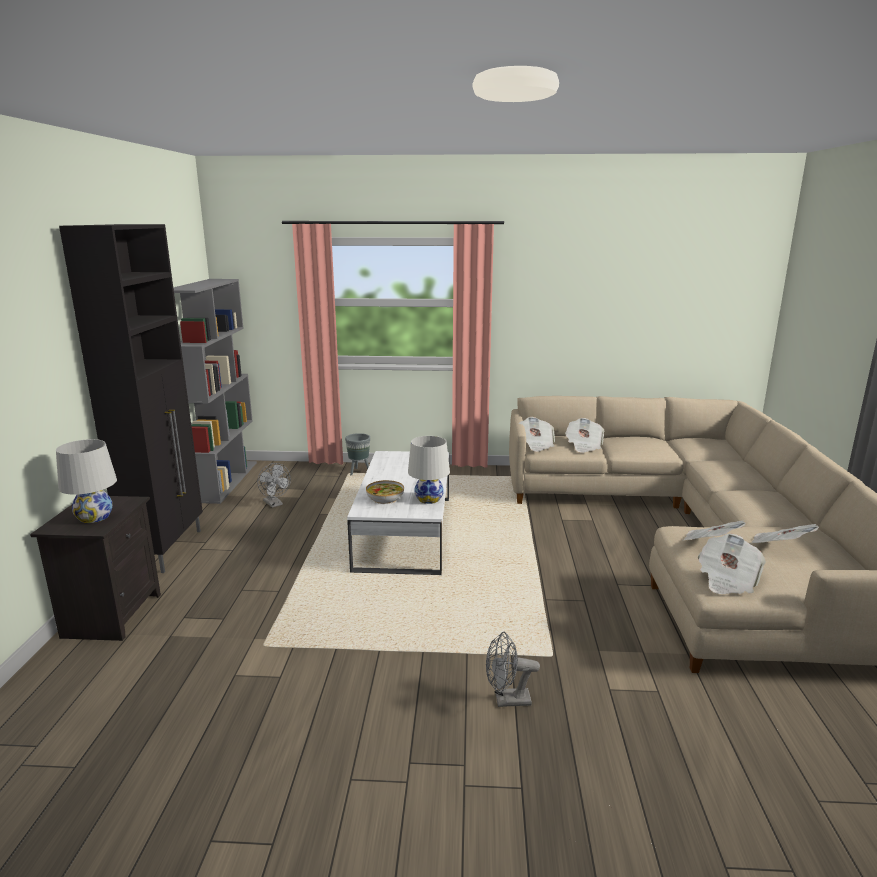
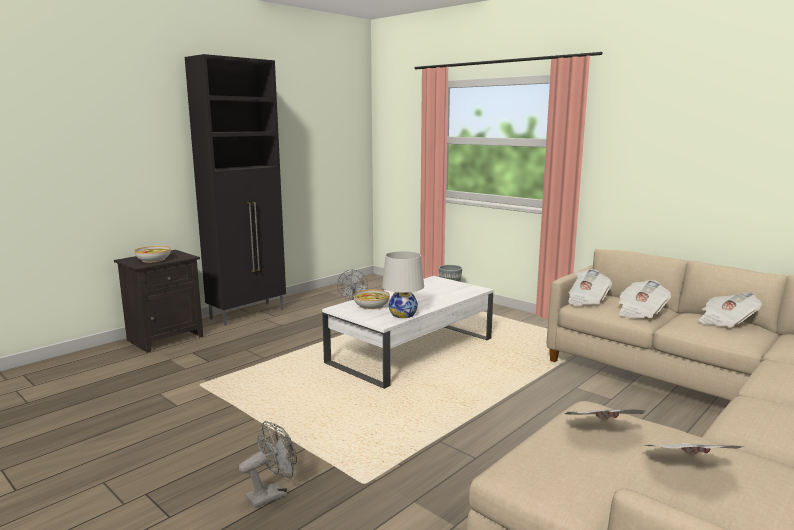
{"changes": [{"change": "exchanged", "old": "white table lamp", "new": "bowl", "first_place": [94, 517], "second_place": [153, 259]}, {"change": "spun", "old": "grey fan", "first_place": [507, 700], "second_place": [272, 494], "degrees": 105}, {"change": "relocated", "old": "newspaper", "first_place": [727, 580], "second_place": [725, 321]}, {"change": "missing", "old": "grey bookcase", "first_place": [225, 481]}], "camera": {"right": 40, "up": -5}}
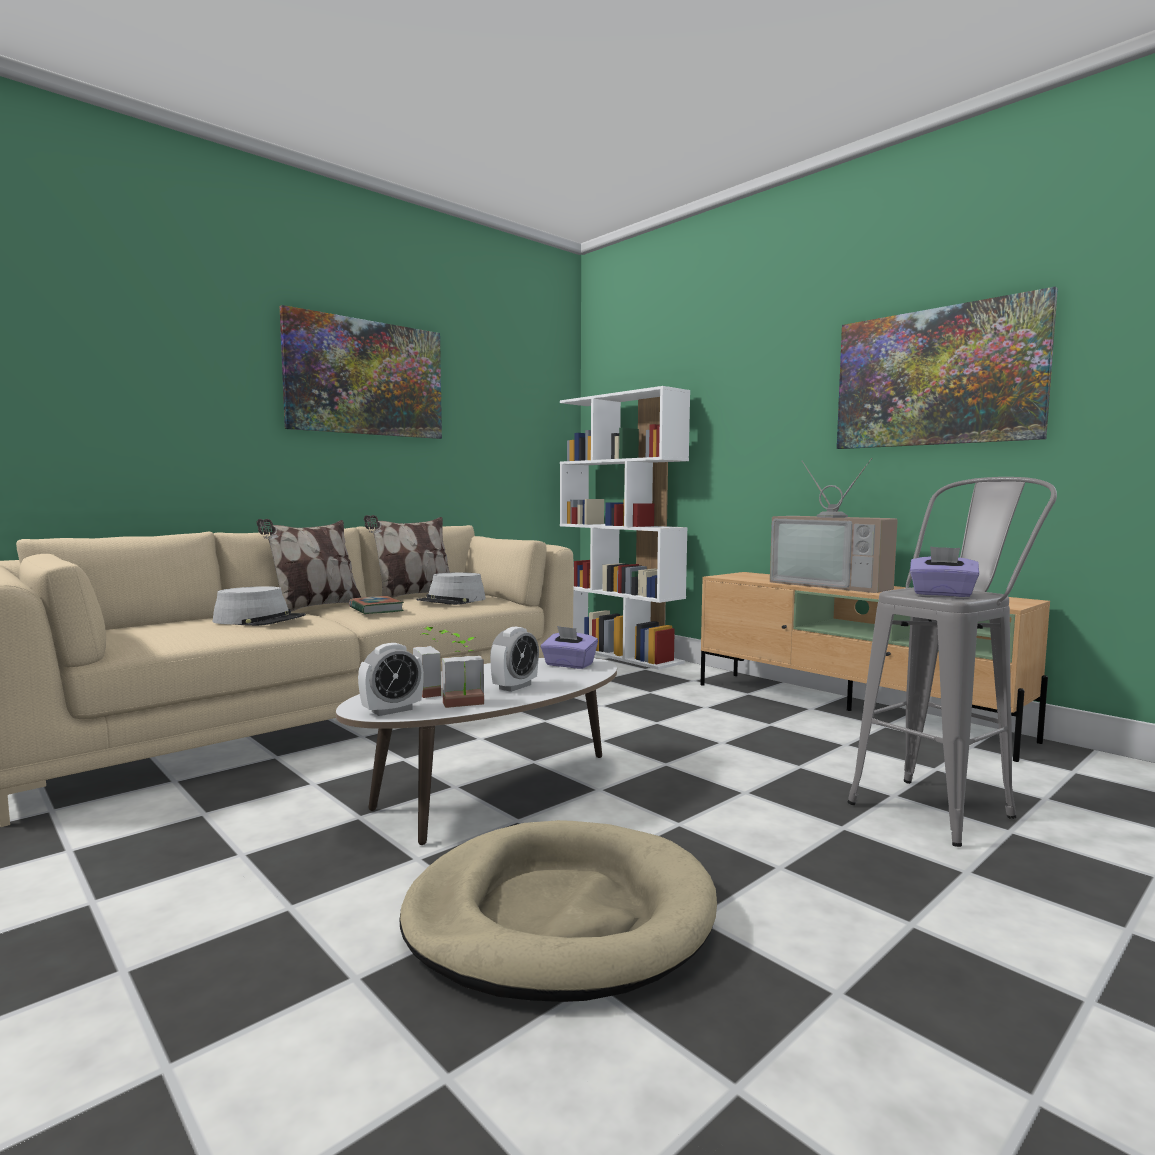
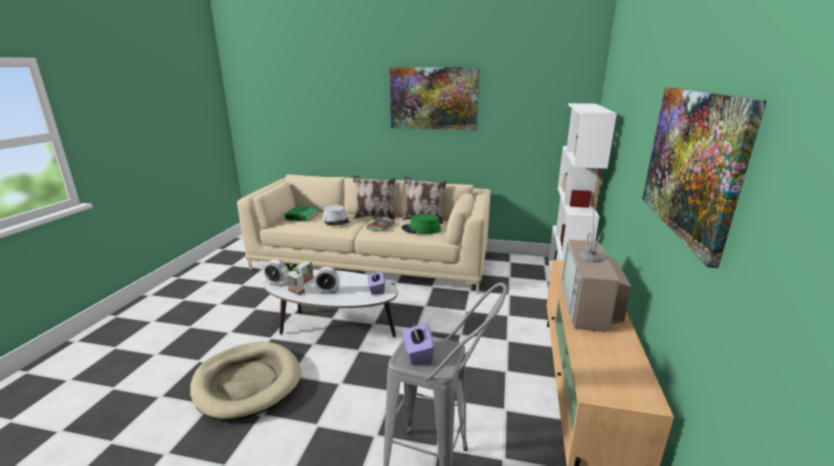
{"changes": [{"change": "appeared", "new": "book", "second_place": [302, 216]}, {"change": "colour", "old": "grey hat", "new": "green hat", "first_place": [452, 601], "second_place": [421, 229]}], "camera": {"right": 55, "up": 15}}
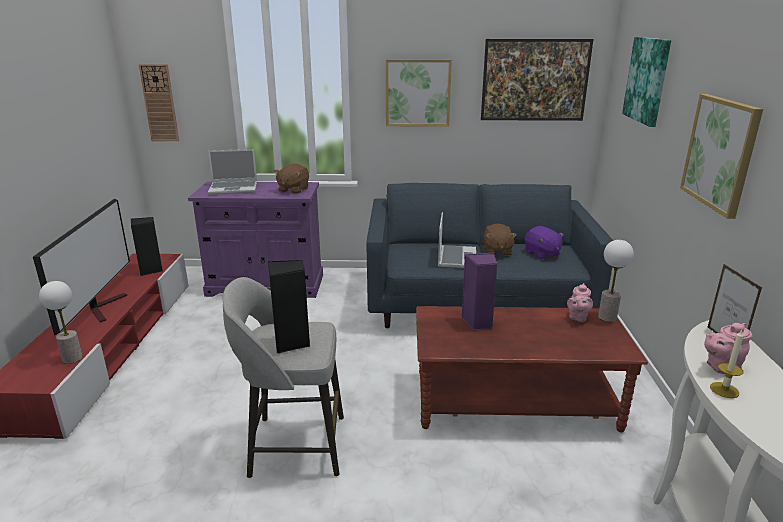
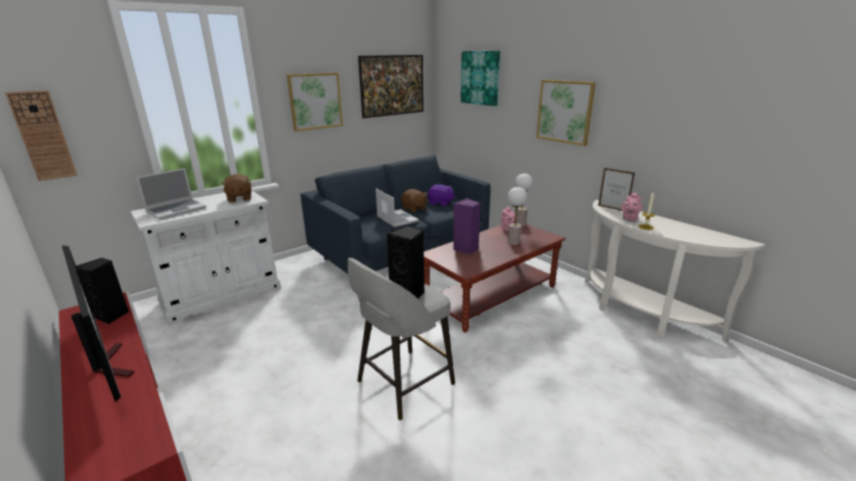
{"changes": [{"change": "colour", "old": "purple cabinet", "new": "white cabinet", "first_place": [265, 285], "second_place": [221, 296]}, {"change": "relocated", "old": "table lamp", "first_place": [72, 358], "second_place": [513, 242]}], "camera": {"right": -40, "up": 0}}
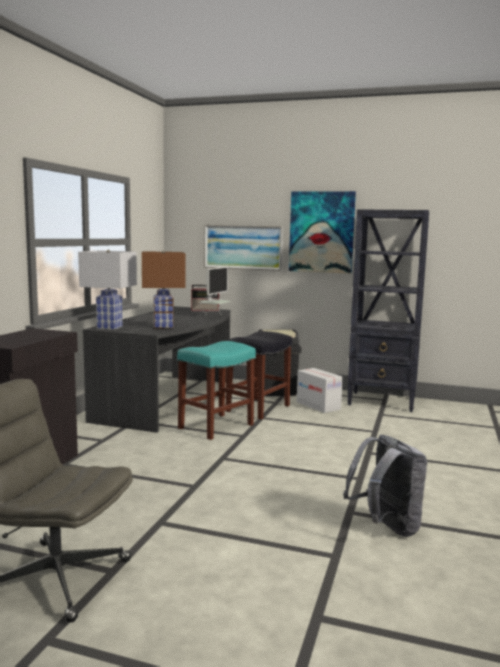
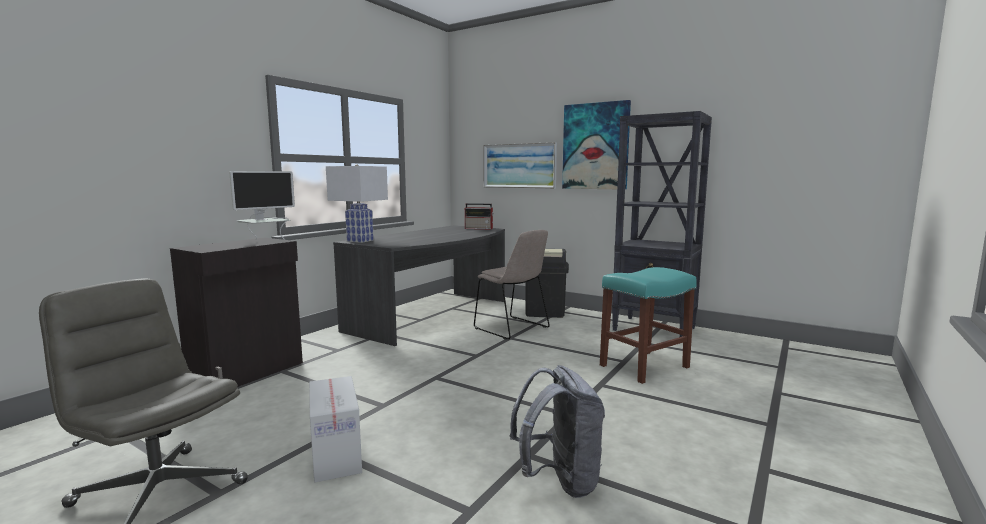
{"changes": [{"change": "relocated", "old": "monitor", "first_place": [214, 317], "second_place": [266, 242]}, {"change": "relocated", "old": "cardboard box", "first_place": [318, 405], "second_place": [336, 455]}, {"change": "exchanged", "old": "black stool", "new": "beige chair", "first_place": [258, 408], "second_place": [513, 328]}, {"change": "relocated", "old": "turquoise stool", "first_place": [216, 426], "second_place": [644, 366]}, {"change": "missing", "old": "brown table lamp", "first_place": [162, 326]}], "camera": {"right": 15, "up": 0}}
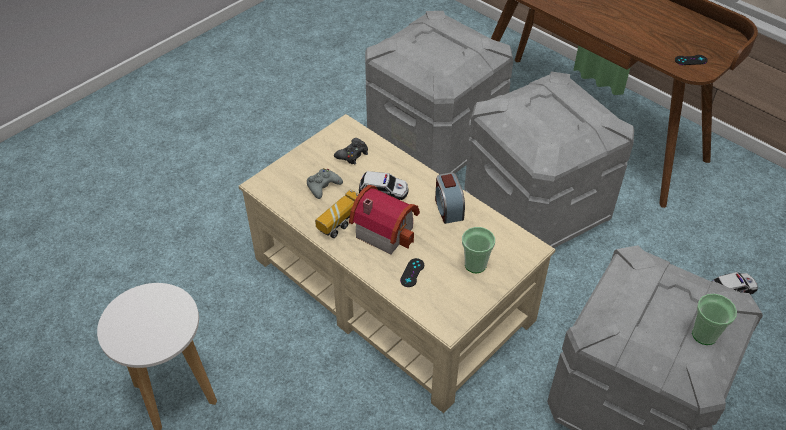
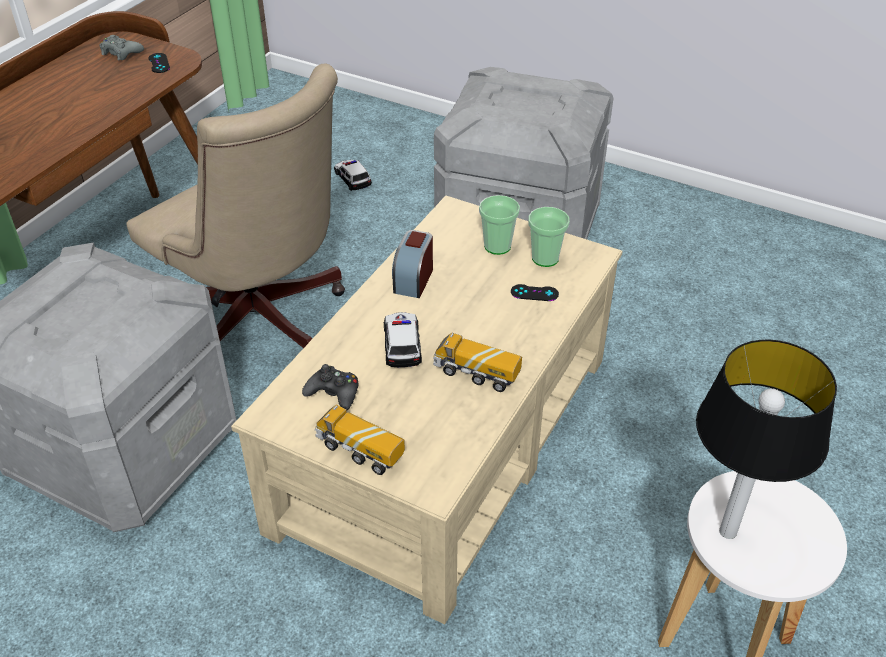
{"changes": [{"change": "relocated", "old": "grey game controller", "first_place": [323, 186], "second_place": [121, 53]}, {"change": "exchanged", "old": "grey storage box", "new": "beige office chair", "first_place": [535, 207], "second_place": [261, 325]}, {"change": "appeared", "new": "toy truck", "second_place": [360, 451]}, {"change": "spun", "old": "alarm clock", "first_place": [448, 208], "second_place": [413, 280], "degrees": 135}, {"change": "relocated", "old": "cup", "first_place": [704, 334], "second_place": [545, 258]}, {"change": "appeared", "new": "table lamp", "second_place": [729, 532]}, {"change": "missing", "old": "toy house", "first_place": [385, 229]}], "camera": {"right": -105, "up": -5}}
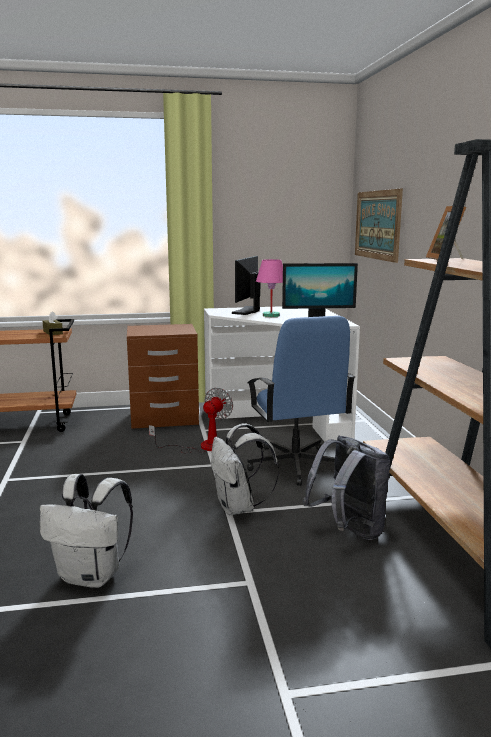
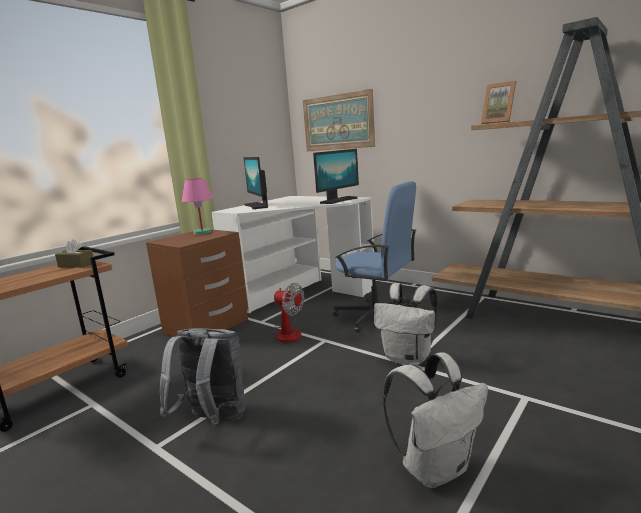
{"changes": [{"change": "relocated", "old": "grey backpack", "first_place": [348, 531], "second_place": [213, 420]}, {"change": "relocated", "old": "pink table lamp", "first_place": [270, 315], "second_place": [202, 232]}, {"change": "spun", "old": "fan", "first_place": [203, 447], "second_place": [288, 332], "degrees": 135}], "camera": {"right": -40, "up": 0}}
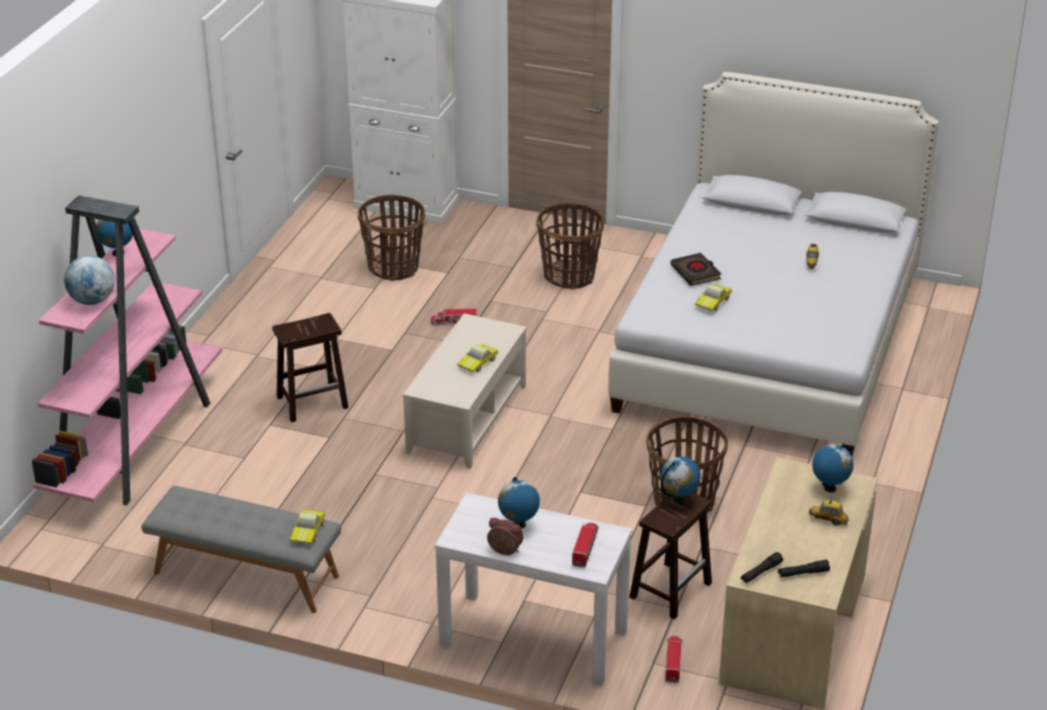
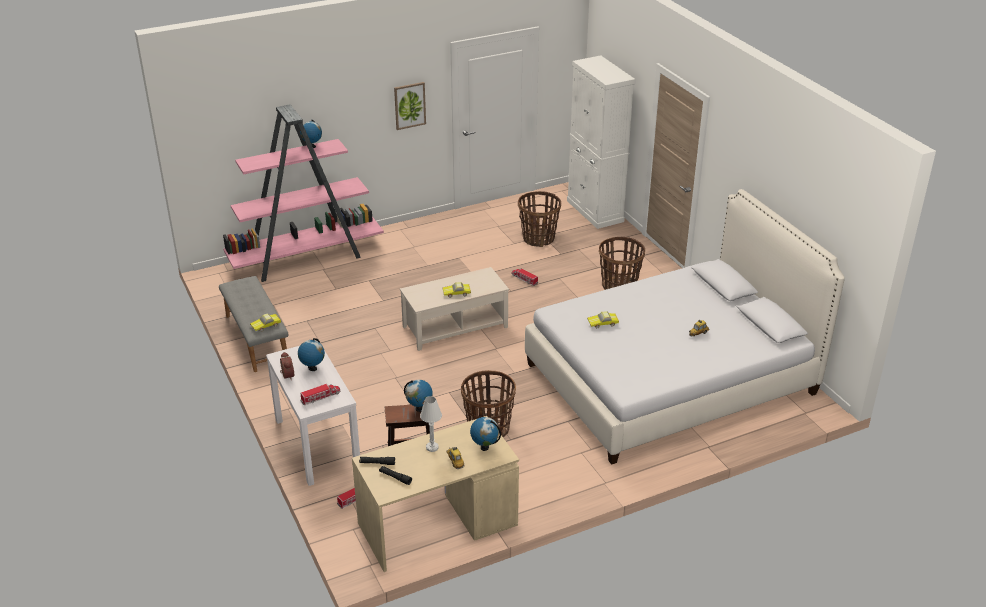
{"changes": [{"change": "appeared", "new": "picture", "second_place": [409, 105]}, {"change": "appeared", "new": "white table lamp", "second_place": [432, 447]}, {"change": "missing", "old": "globe", "first_place": [92, 301]}, {"change": "missing", "old": "brown stool", "first_place": [313, 402]}, {"change": "missing", "old": "black book", "first_place": [695, 272]}], "camera": {"right": 45, "up": 0}}
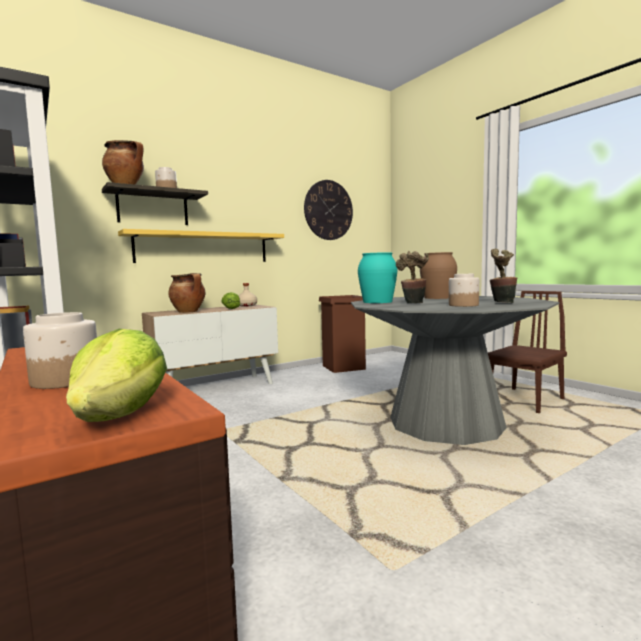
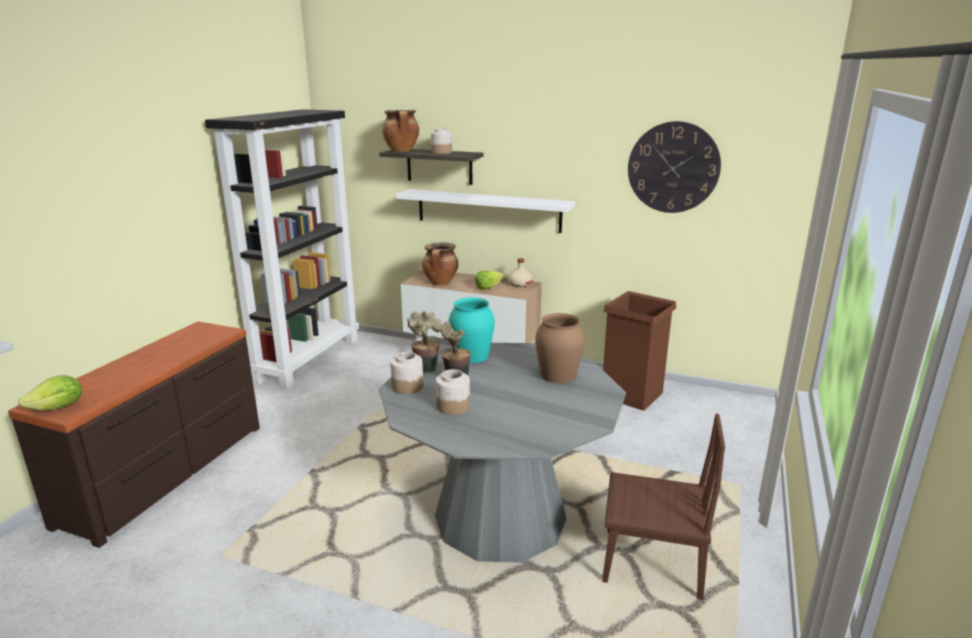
{"changes": [{"change": "relocated", "old": "jar", "first_place": [65, 380], "second_place": [407, 386]}, {"change": "colour", "old": "yellow shelf", "new": "white shelf", "first_place": [204, 248], "second_place": [488, 210]}, {"change": "relocated", "old": "potted plant", "first_place": [501, 303], "second_place": [426, 368]}], "camera": {"right": 55, "up": 15}}
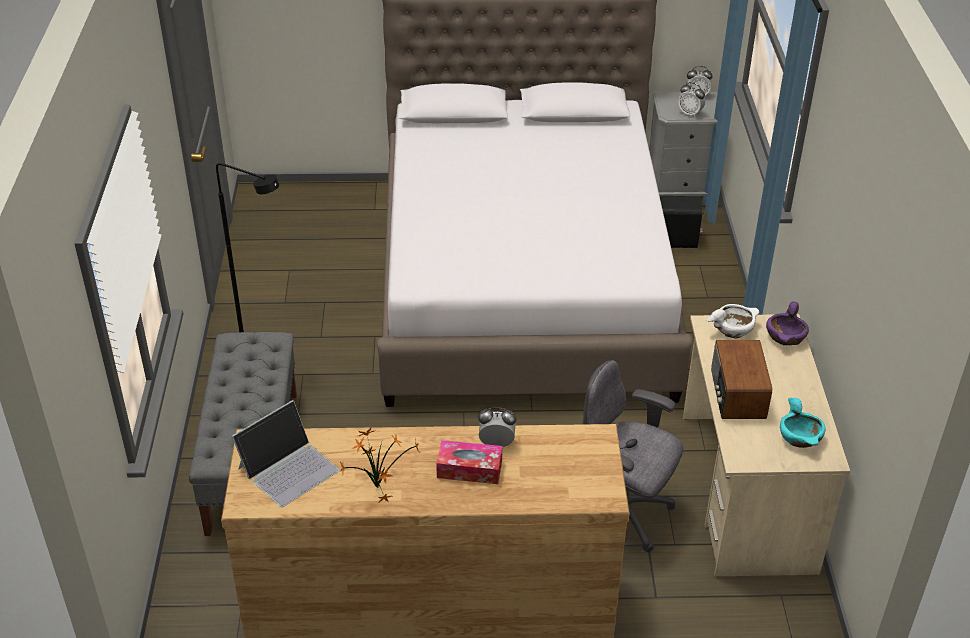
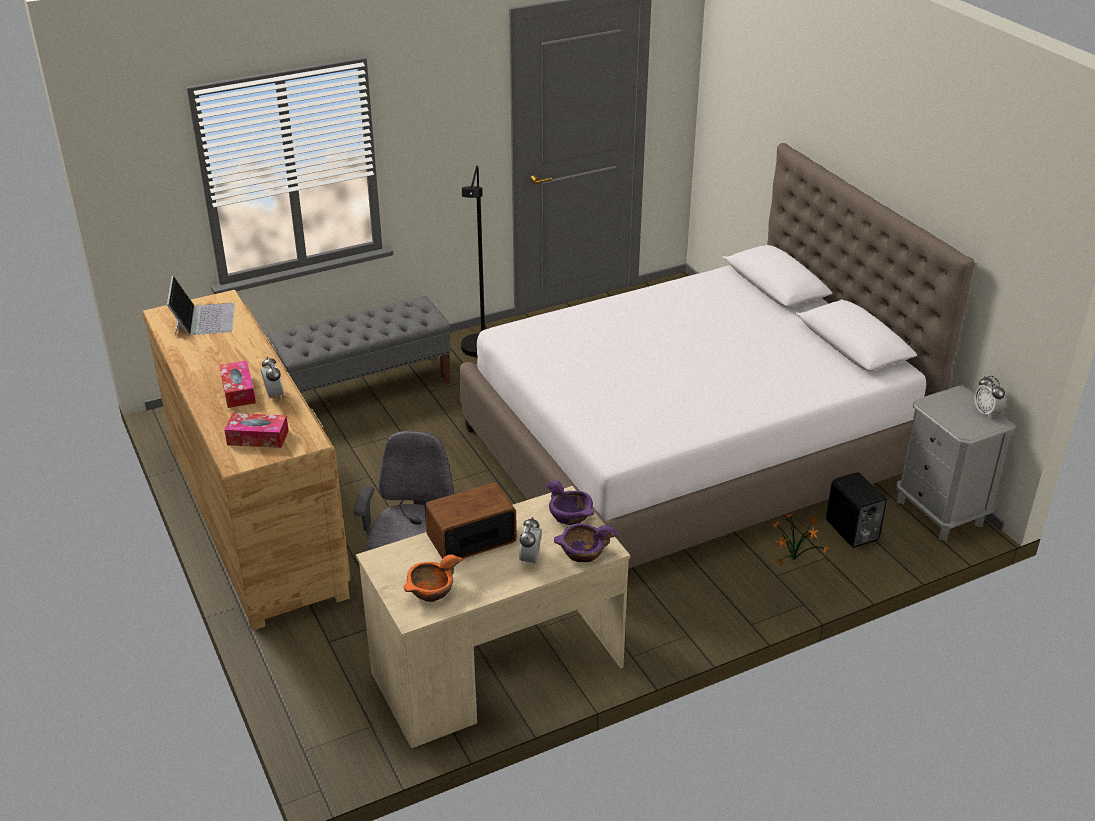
{"changes": [{"change": "spun", "old": "laptop", "first_place": [288, 468], "second_place": [203, 319], "degrees": -120}, {"change": "appeared", "new": "tissue box", "second_place": [258, 437]}, {"change": "colour", "old": "turquoise bowl", "new": "orange bowl", "first_place": [800, 437], "second_place": [431, 591]}, {"change": "relocated", "old": "alarm clock", "first_place": [690, 113], "second_place": [530, 559]}, {"change": "colour", "old": "white bowl", "new": "purple bowl", "first_place": [733, 329], "second_place": [570, 516]}, {"change": "relocated", "old": "potted plant", "first_place": [377, 486], "second_place": [794, 560]}], "camera": {"right": 65, "up": -5}}
